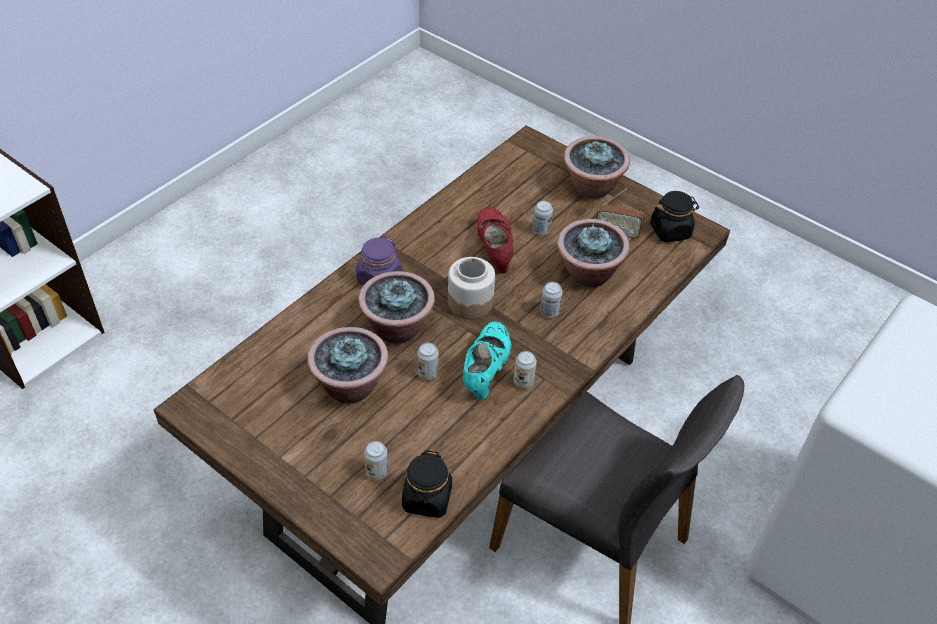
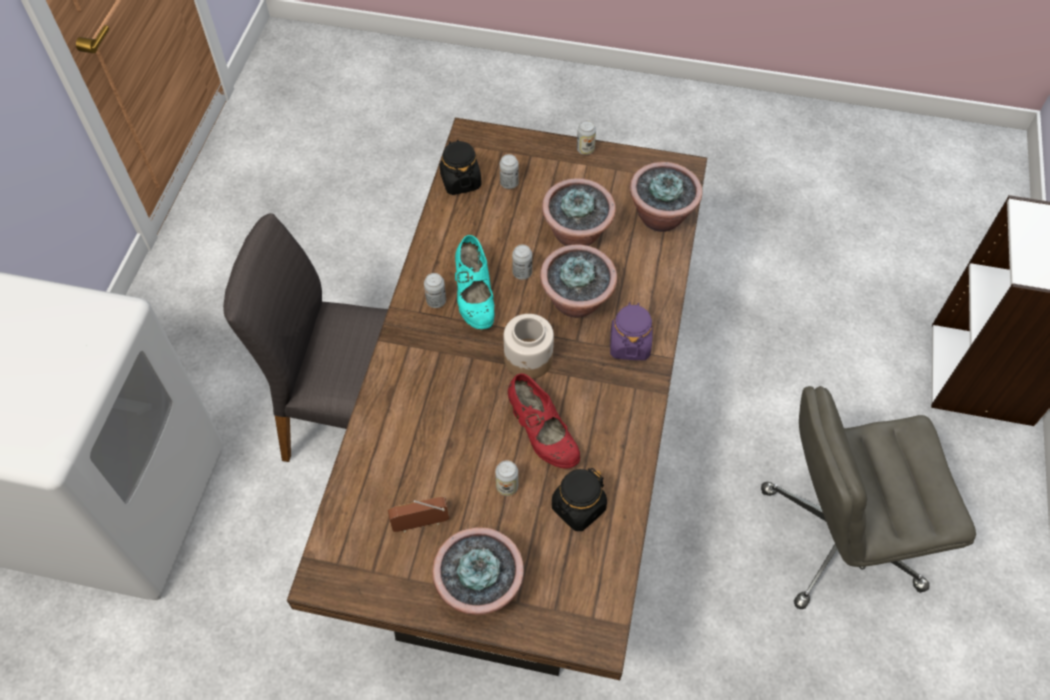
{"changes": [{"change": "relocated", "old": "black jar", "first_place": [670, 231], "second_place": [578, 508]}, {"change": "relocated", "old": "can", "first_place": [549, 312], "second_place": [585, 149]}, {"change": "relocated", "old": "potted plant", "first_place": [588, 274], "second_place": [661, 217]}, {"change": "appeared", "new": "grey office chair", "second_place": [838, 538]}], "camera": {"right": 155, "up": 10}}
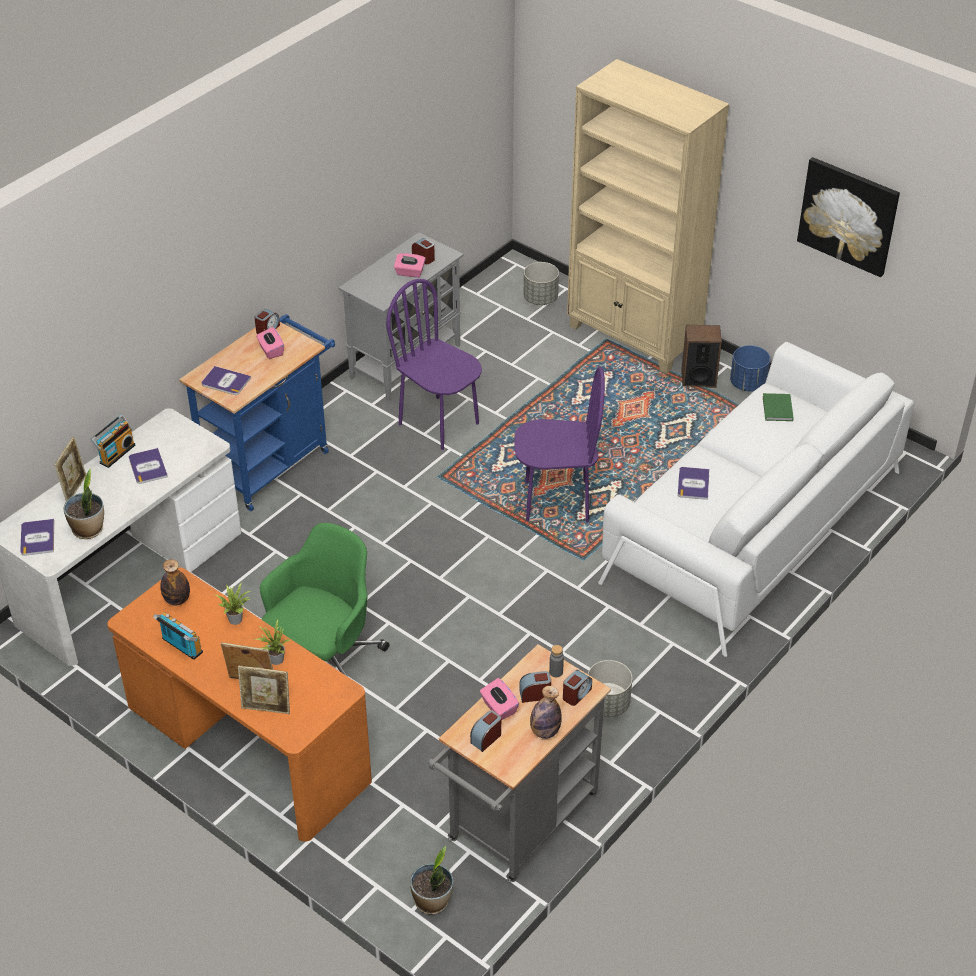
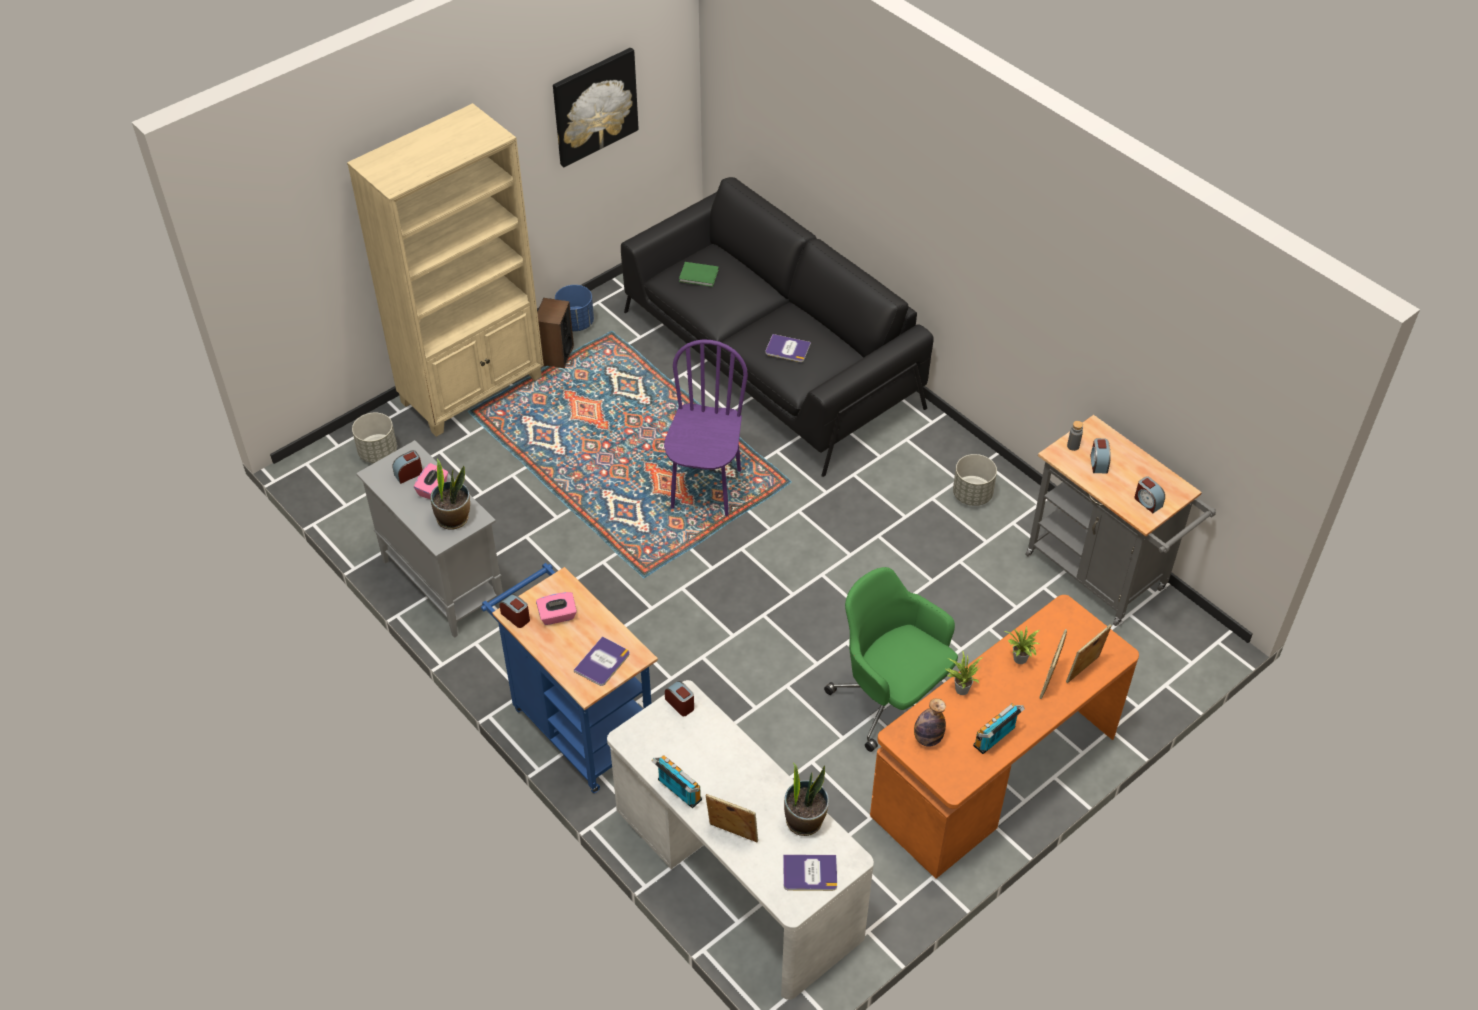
{"changes": [{"change": "relocated", "old": "potted plant", "first_place": [432, 901], "second_place": [453, 518]}, {"change": "colour", "old": "white sofa", "new": "black sofa", "first_place": [753, 526], "second_place": [771, 359]}, {"change": "relocated", "old": "alarm clock", "first_place": [576, 694], "second_place": [680, 704]}, {"change": "spun", "old": "picture frame", "first_place": [266, 709], "second_place": [1083, 671], "degrees": -150}, {"change": "missing", "old": "book", "first_place": [148, 467]}, {"change": "missing", "old": "purple chair", "first_place": [439, 423]}, {"change": "missing", "old": "pink tissue box", "first_place": [499, 707]}, {"change": "missing", "old": "bottle", "first_place": [544, 731]}], "camera": {"right": -80, "up": 5}}
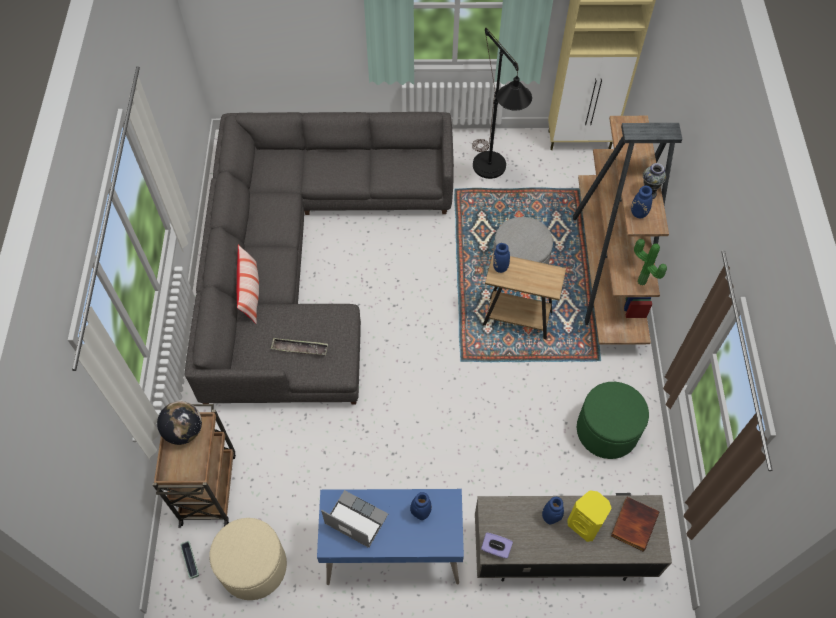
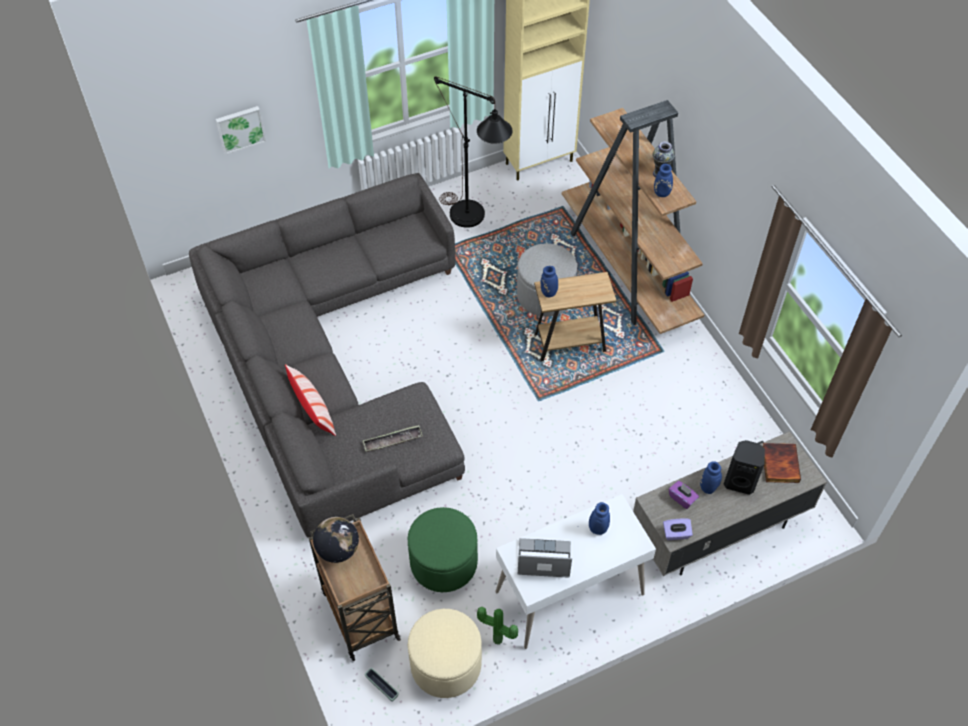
{"changes": [{"change": "appeared", "new": "picture", "second_place": [240, 128]}, {"change": "relocated", "old": "green ottoman", "first_place": [607, 430], "second_place": [443, 562]}, {"change": "relocated", "old": "potted plant", "first_place": [640, 282], "second_place": [497, 641]}, {"change": "colour", "old": "blue desk", "new": "white desk", "first_place": [393, 552], "second_place": [570, 594]}, {"change": "appeared", "new": "purple tissue box", "second_place": [682, 498]}, {"change": "colour", "old": "yellow speaker", "new": "black speaker", "first_place": [585, 524], "second_place": [740, 481]}], "camera": {"right": -25, "up": -5}}
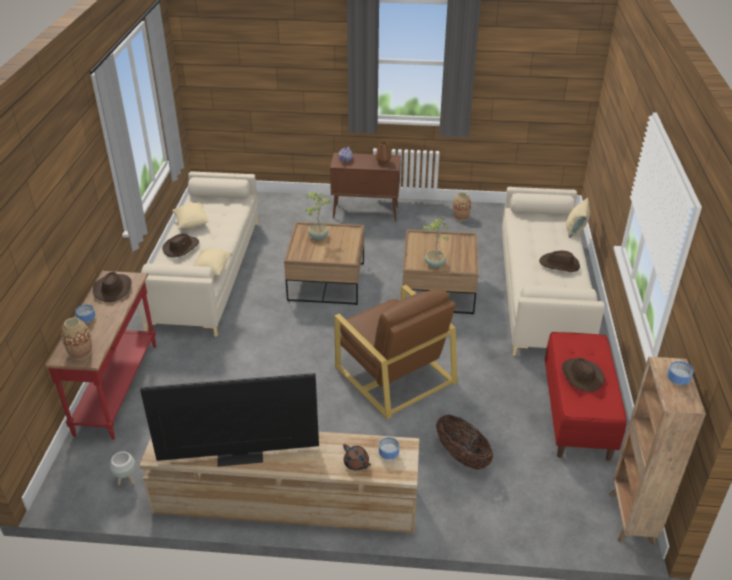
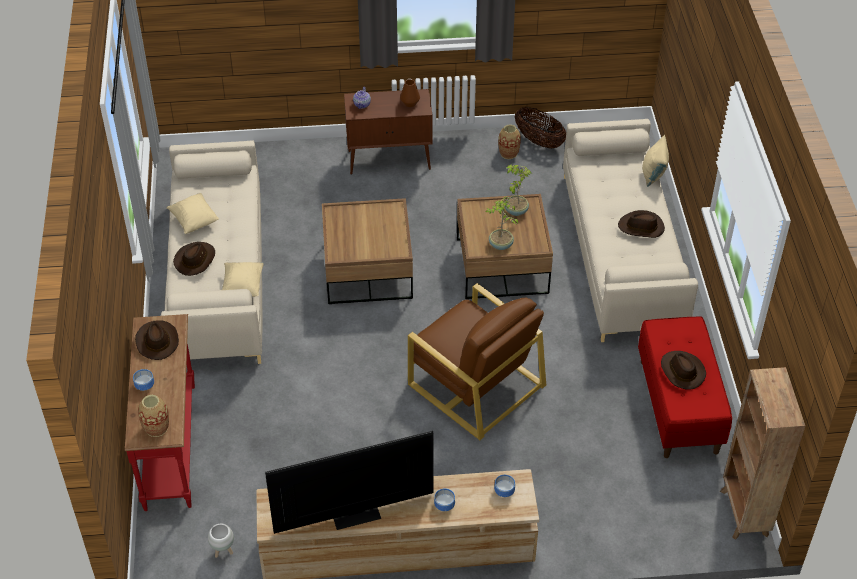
{"changes": [{"change": "relocated", "old": "bowl", "first_place": [676, 380], "second_place": [443, 505]}, {"change": "relocated", "old": "potted plant", "first_place": [318, 236], "second_place": [515, 211]}, {"change": "relocated", "old": "basket", "first_place": [462, 456], "second_place": [539, 141]}, {"change": "missing", "old": "brown teapot", "first_place": [356, 463]}], "camera": {"right": -10, "up": 10}}
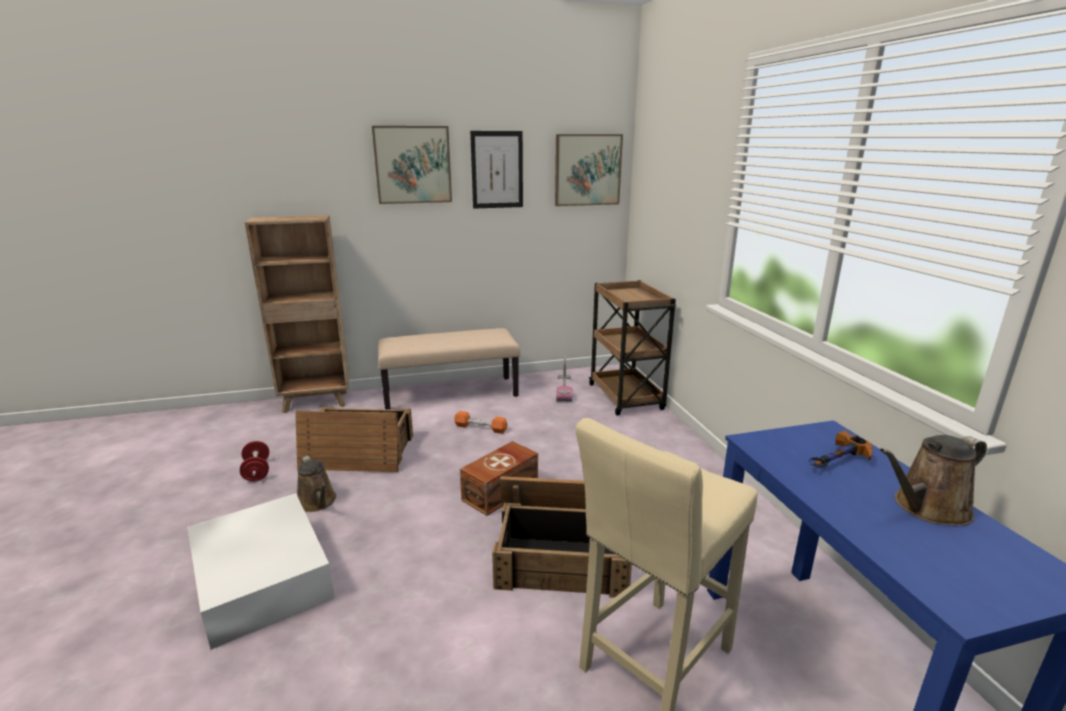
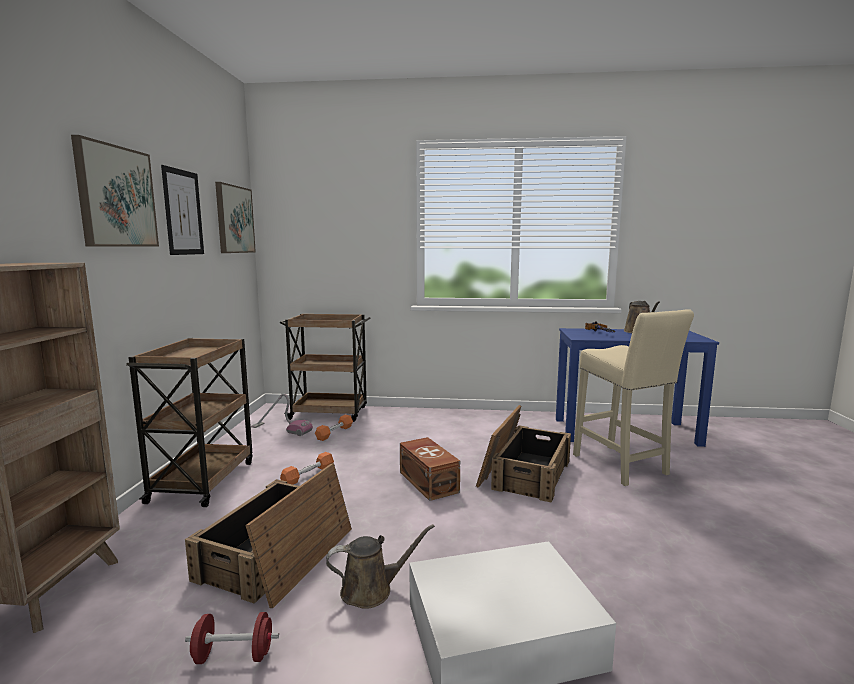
{"changes": [{"change": "exchanged", "old": "beige bench", "new": "brown cart", "first_place": [451, 393], "second_place": [203, 480]}, {"change": "appeared", "new": "orange dumbbell", "second_place": [334, 433]}], "camera": {"right": -70, "up": -10}}
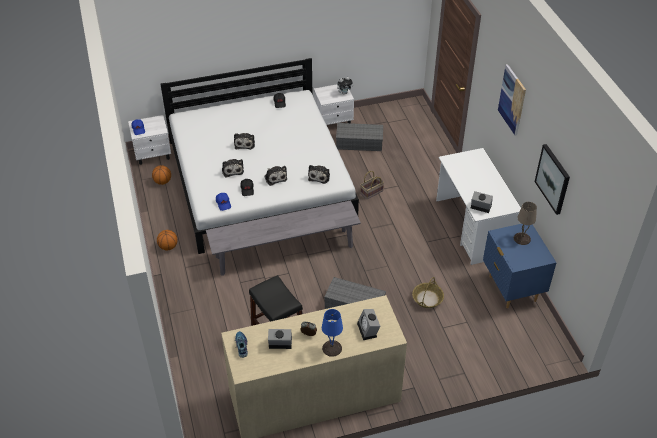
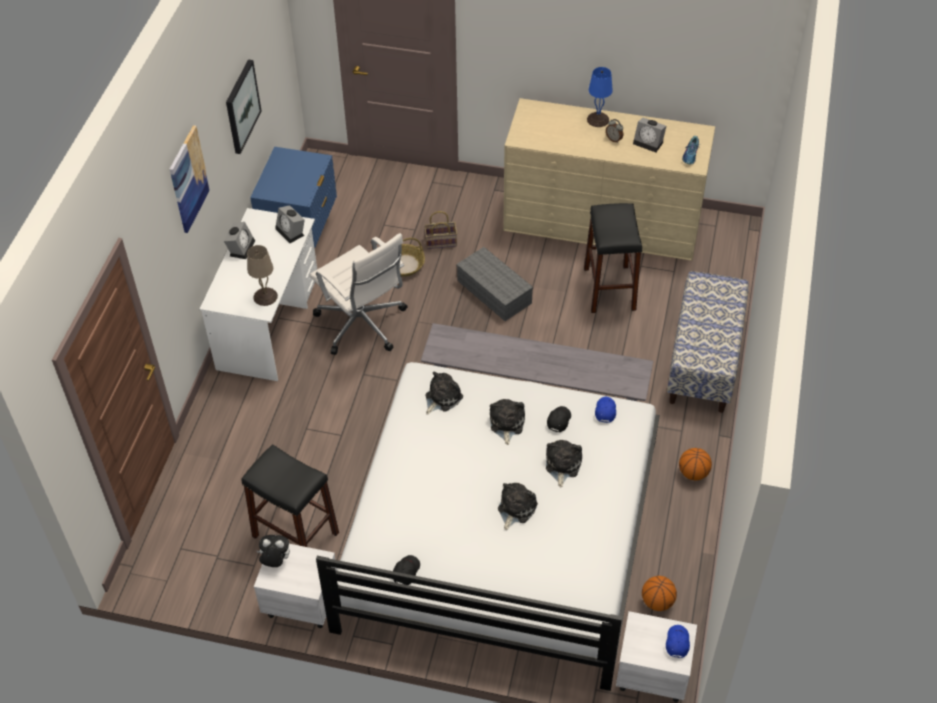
{"changes": [{"change": "relocated", "old": "alarm clock", "first_place": [368, 330], "second_place": [241, 247]}, {"change": "exchanged", "old": "grey storage box", "new": "black stool", "first_place": [360, 142], "second_place": [295, 534]}, {"change": "relocated", "old": "beige table lamp", "first_place": [521, 238], "second_place": [265, 297]}, {"change": "appeared", "new": "white office chair", "second_place": [362, 325]}, {"change": "relocated", "old": "basket", "first_place": [371, 192], "second_place": [441, 241]}, {"change": "appeared", "new": "bench", "second_place": [704, 361]}], "camera": {"right": -150, "up": 5}}
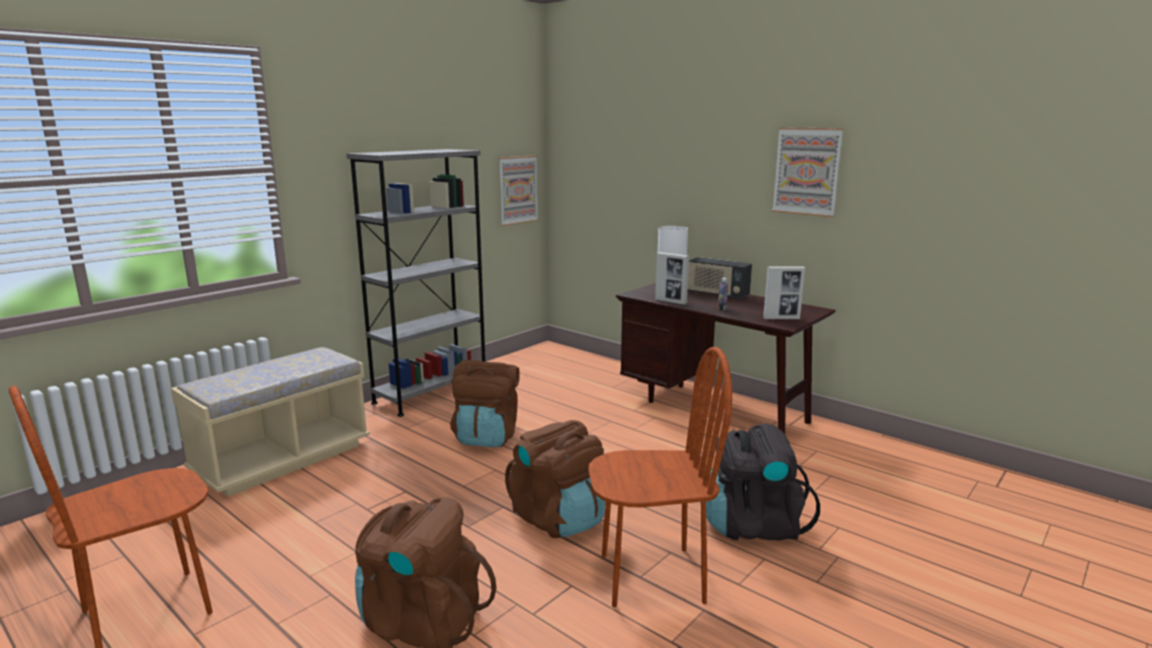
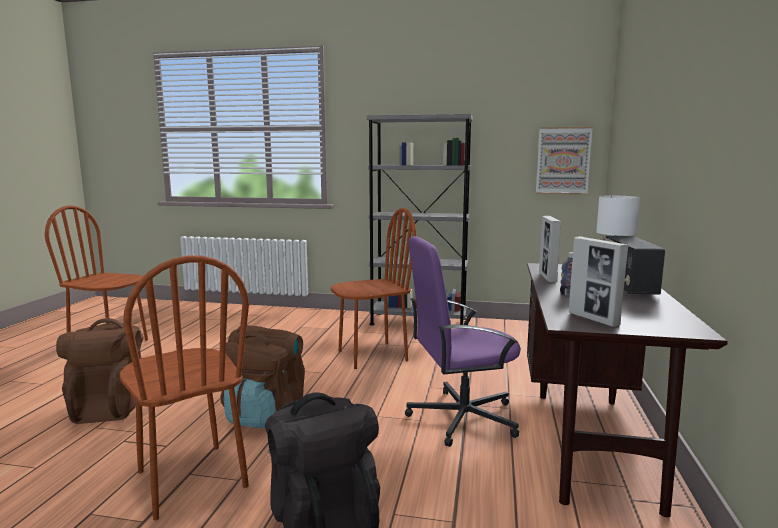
{"changes": [{"change": "exchanged", "old": "brown backpack", "new": "brown chair", "first_place": [487, 437], "second_place": [372, 355]}, {"change": "appeared", "new": "purple office chair", "second_place": [461, 417]}, {"change": "missing", "old": "beige bench", "first_place": [282, 459]}, {"change": "missing", "old": "picture", "first_place": [807, 171]}], "camera": {"right": 60, "up": -5}}
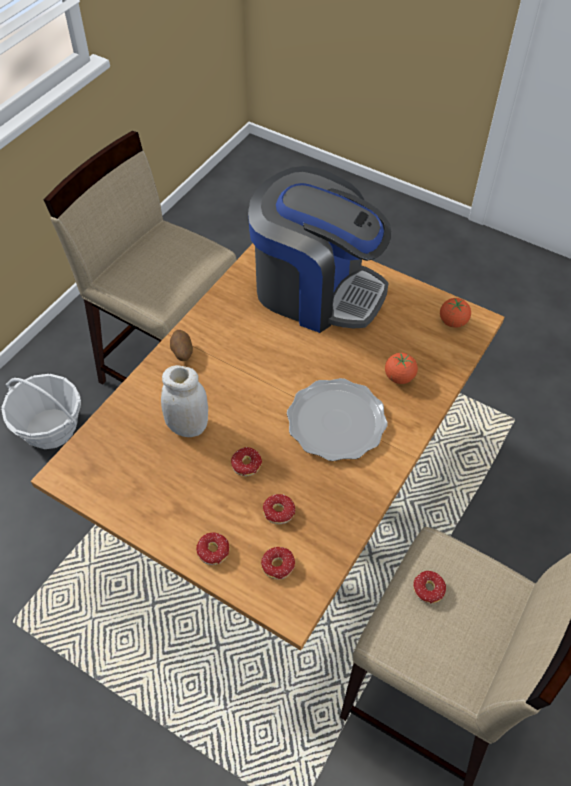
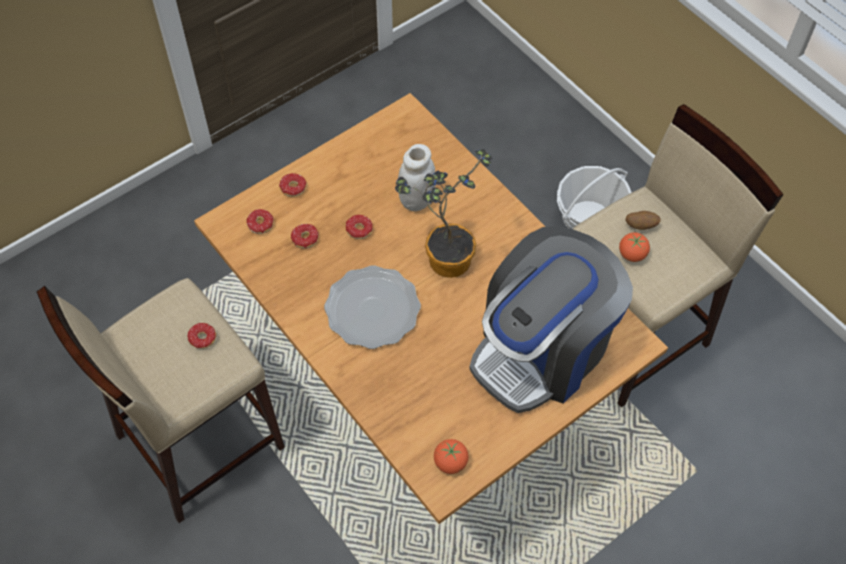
{"changes": [{"change": "appeared", "new": "potted plant", "second_place": [443, 257]}, {"change": "relocated", "old": "tomato", "first_place": [399, 377], "second_place": [632, 254]}, {"change": "relocated", "old": "potato", "first_place": [182, 352], "second_place": [641, 225]}], "camera": {"right": 110, "up": 5}}
